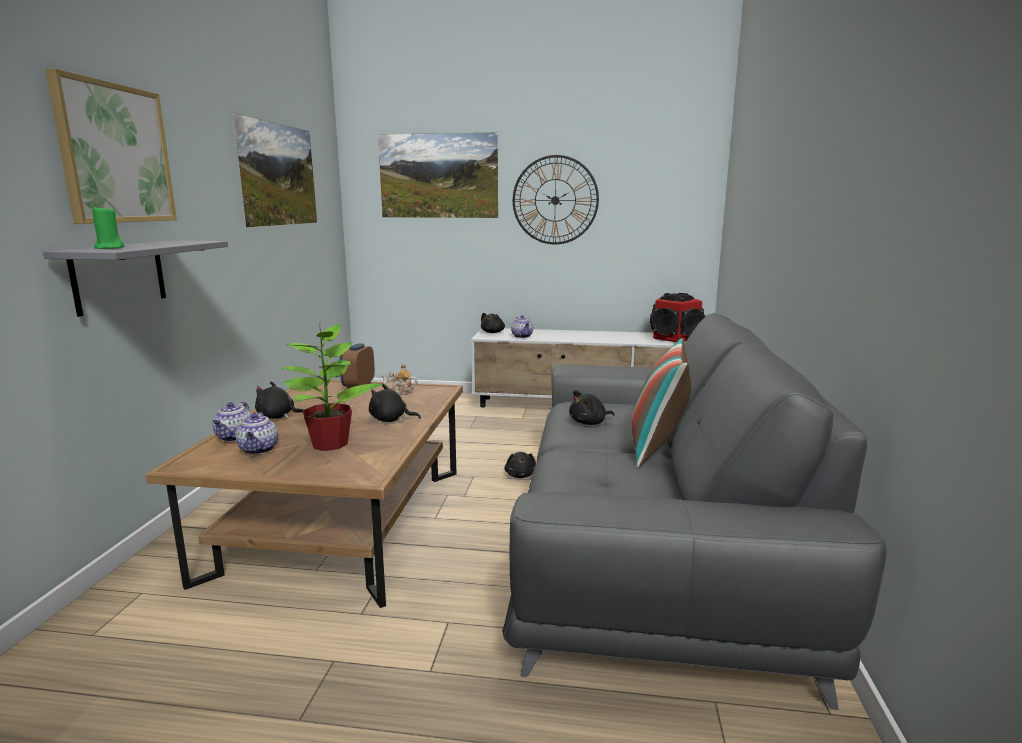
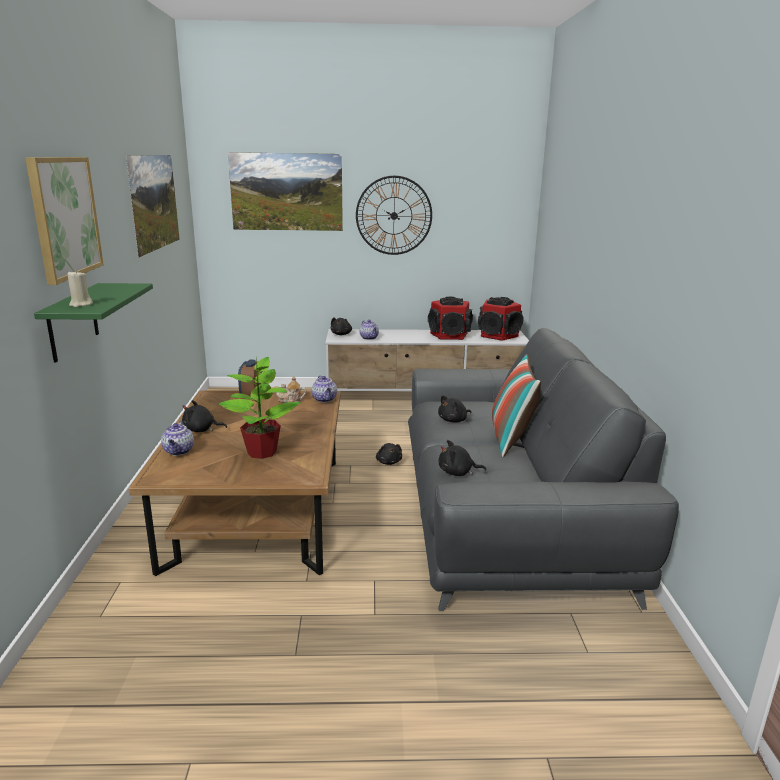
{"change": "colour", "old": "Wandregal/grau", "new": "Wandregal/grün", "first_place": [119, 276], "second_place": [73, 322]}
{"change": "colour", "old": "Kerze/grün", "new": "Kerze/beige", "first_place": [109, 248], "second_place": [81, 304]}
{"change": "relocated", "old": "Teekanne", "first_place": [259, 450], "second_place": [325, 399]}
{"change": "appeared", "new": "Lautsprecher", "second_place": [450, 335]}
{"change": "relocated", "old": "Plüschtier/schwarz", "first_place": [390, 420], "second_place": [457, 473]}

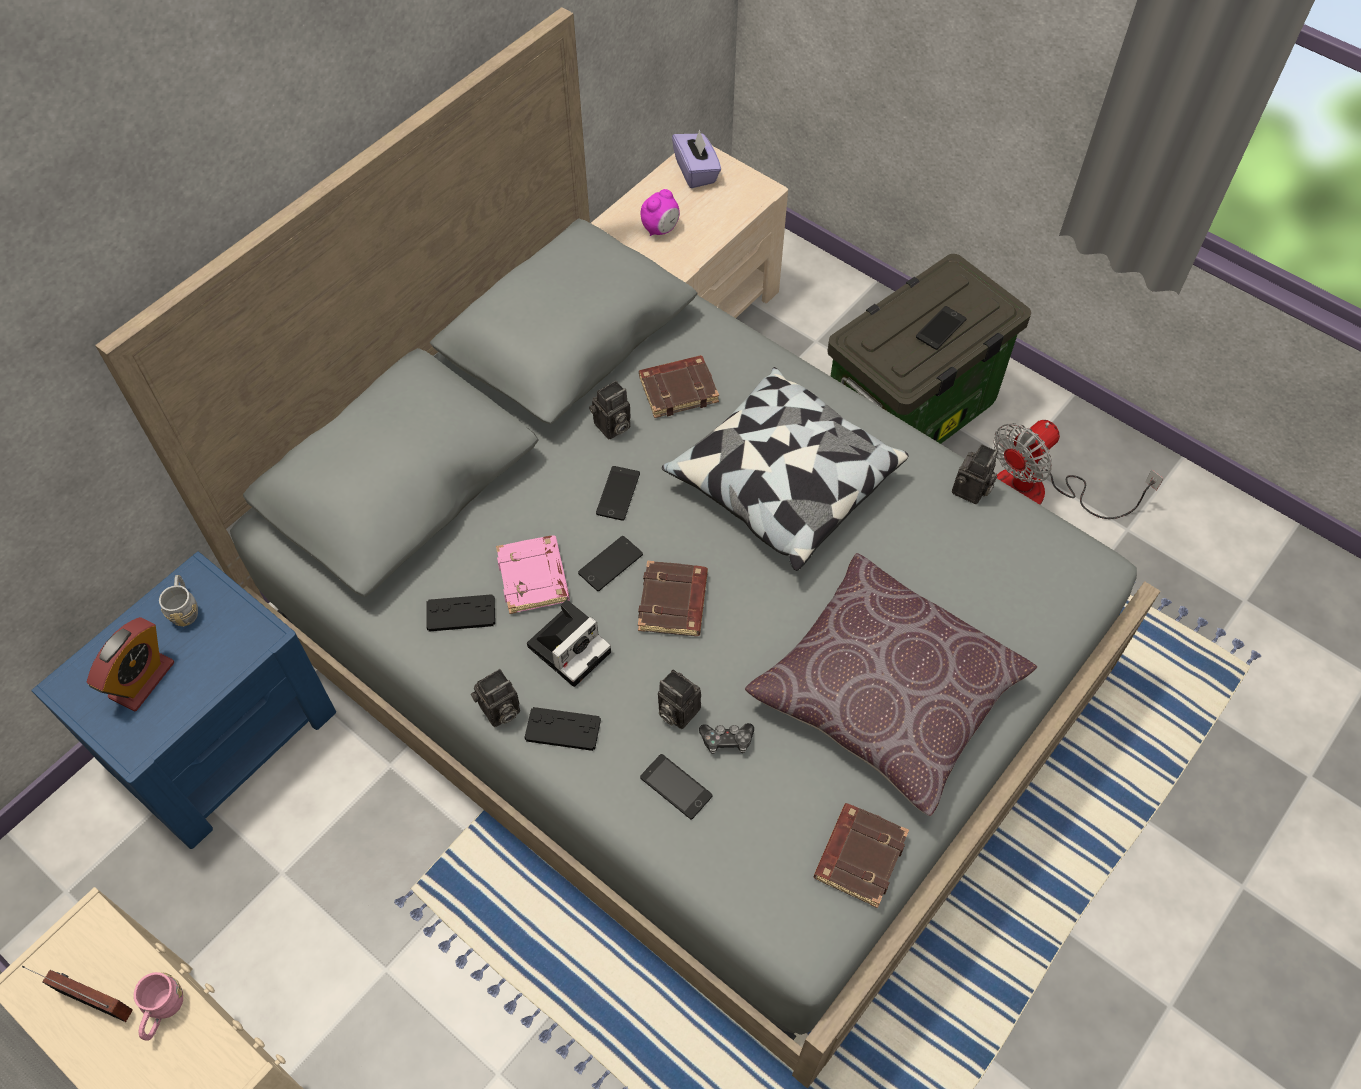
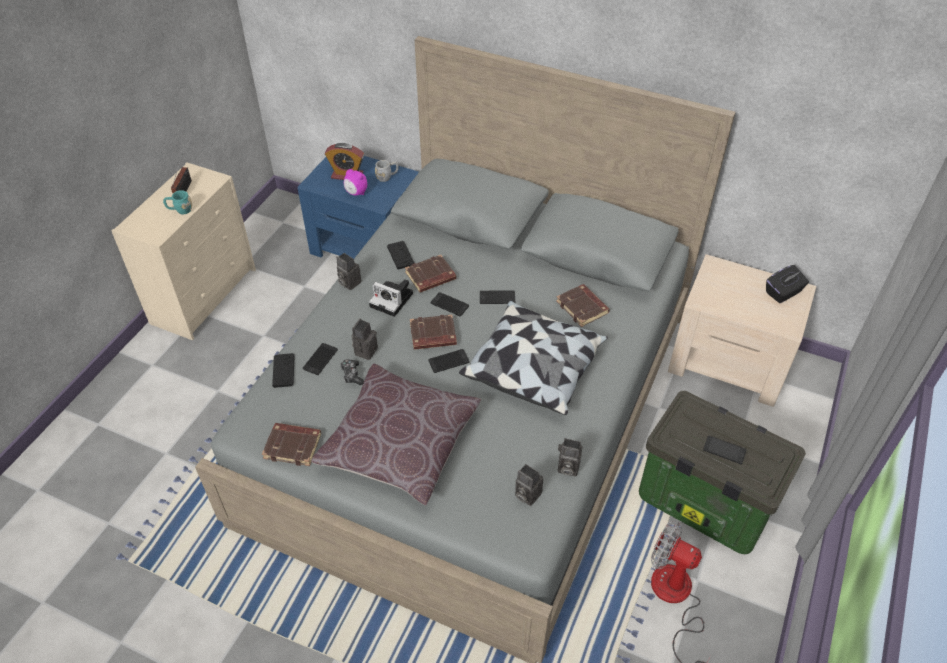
{"change": "colour", "old": "Henkelbecher/rosa", "new": "Henkelbecher/türkis", "first_place": [163, 1011], "second_place": [180, 210]}
{"change": "relocated", "old": "Gamepad/schwarz", "first_place": [563, 729], "second_place": [283, 371]}
{"change": "relocated", "old": "Wecker", "first_place": [661, 229], "second_place": [356, 193]}
{"change": "colour", "old": "Buch/rosa", "new": "Buch/braun", "first_place": [534, 578], "second_place": [430, 277]}
{"change": "appeared", "new": "Handy", "second_place": [448, 361]}
{"change": "relocated", "old": "Kamera", "first_place": [612, 427], "second_place": [526, 494]}
{"change": "colour", "old": "Taschentuchbox/lila", "new": "Taschentuchbox/schwarz", "first_place": [696, 172], "second_place": [783, 293]}

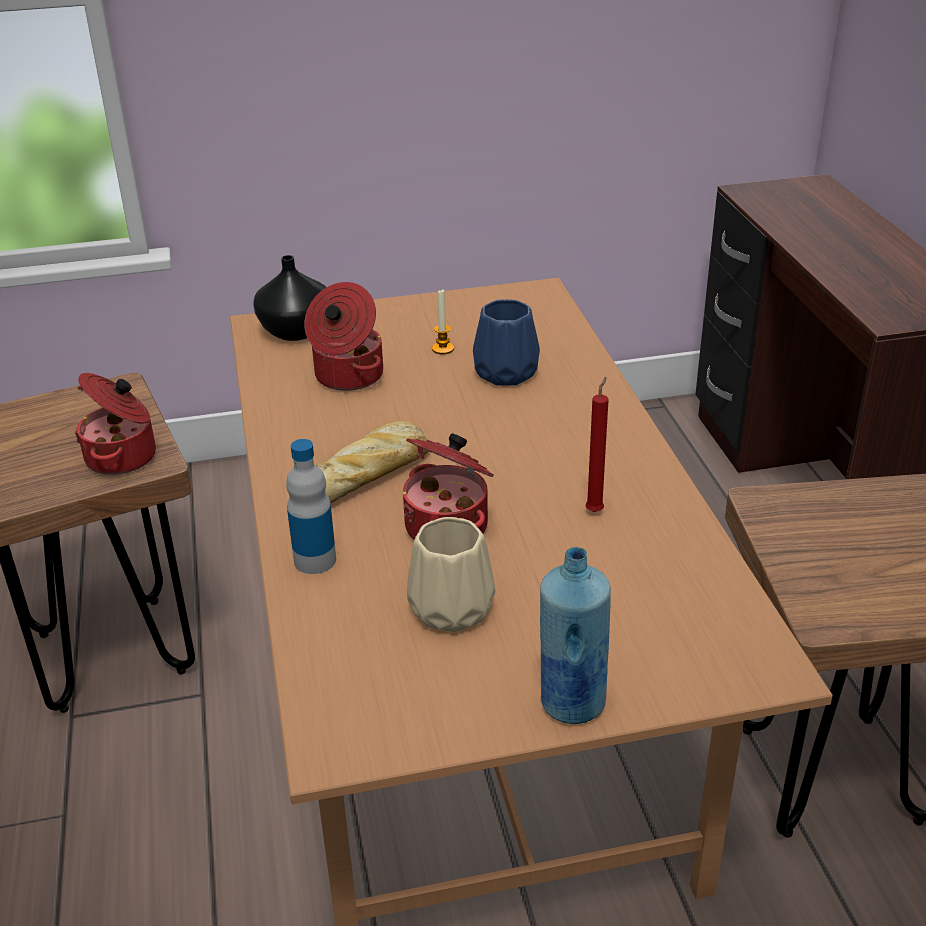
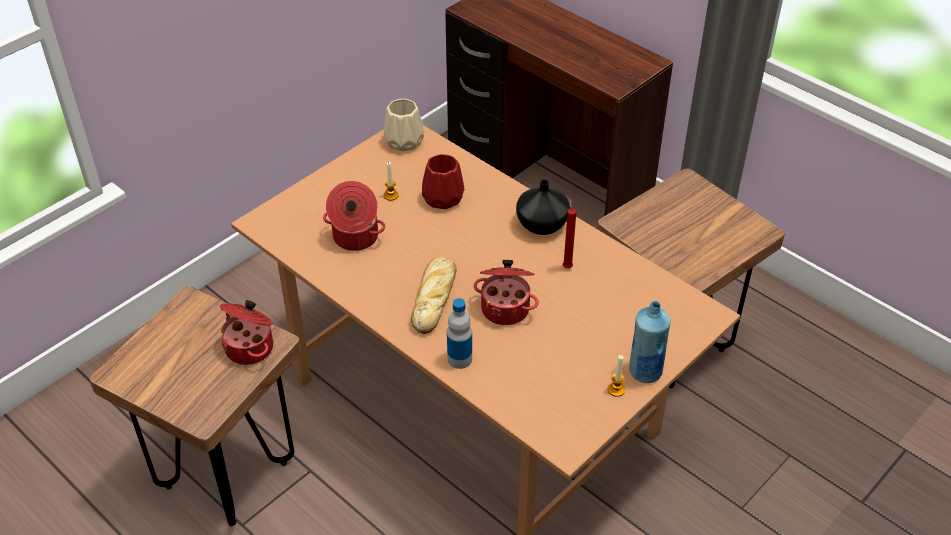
{"change": "relocated", "old": "Vase/beige", "first_place": [449, 609], "second_place": [403, 142]}
{"change": "colour", "old": "Vase/blau", "new": "Vase/rot", "first_place": [504, 374], "second_place": [443, 199]}
{"change": "relocated", "old": "Vase/schwarz", "first_place": [294, 331], "second_place": [541, 225]}
{"change": "appeared", "new": "Kerze", "second_place": [616, 389]}

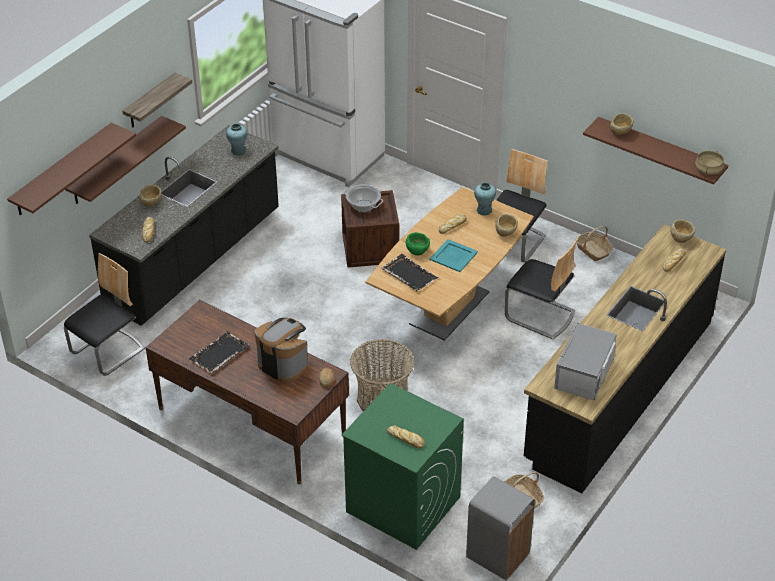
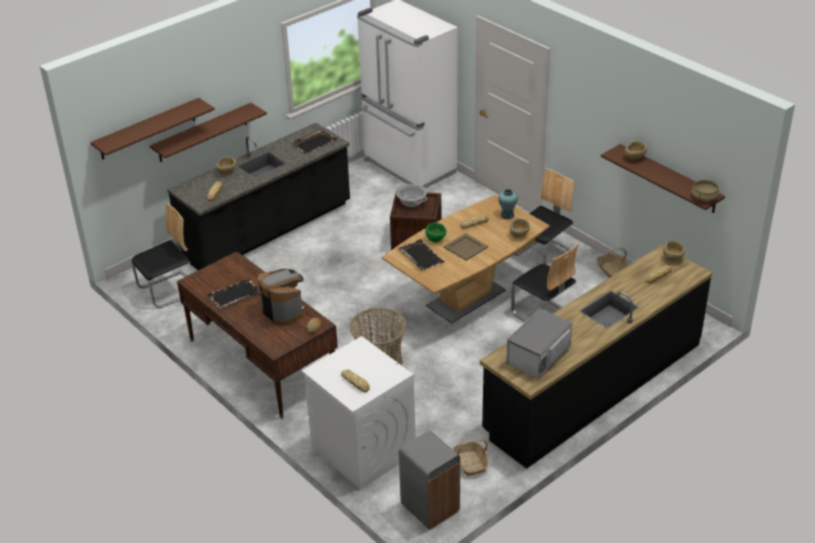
{"change": "exchanged", "old": "Vase/türkis", "new": "Tablett/schwarz", "first_place": [238, 151], "second_place": [314, 142]}
{"change": "colour", "old": "Waschmaschine/grün", "new": "Waschmaschine/weiß", "first_place": [402, 504], "second_place": [362, 450]}
{"change": "colour", "old": "Tablett/türkis", "new": "Tablett/beige", "first_place": [453, 256], "second_place": [465, 247]}
{"change": "missing", "old": "Wandregal", "first_place": [150, 101]}

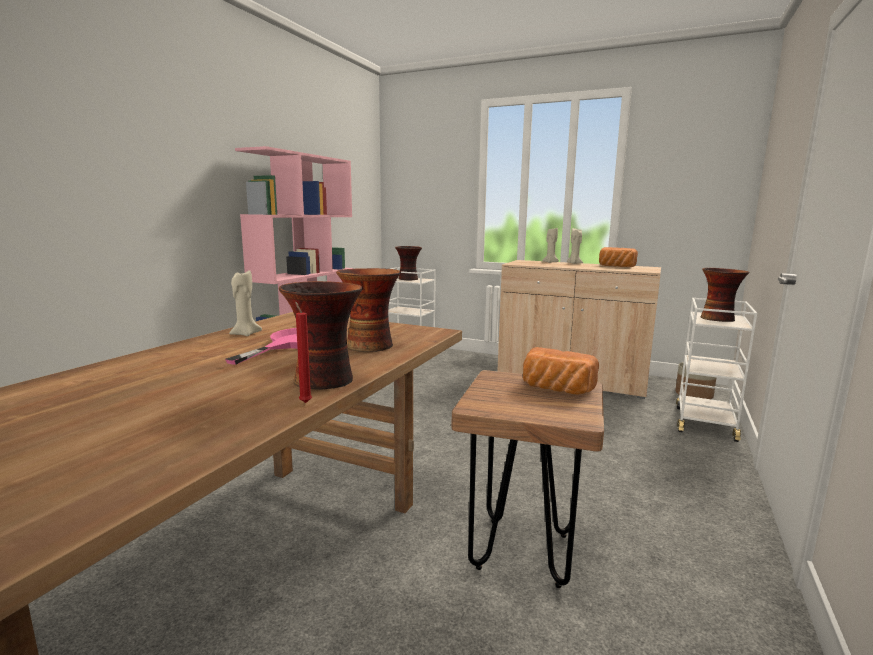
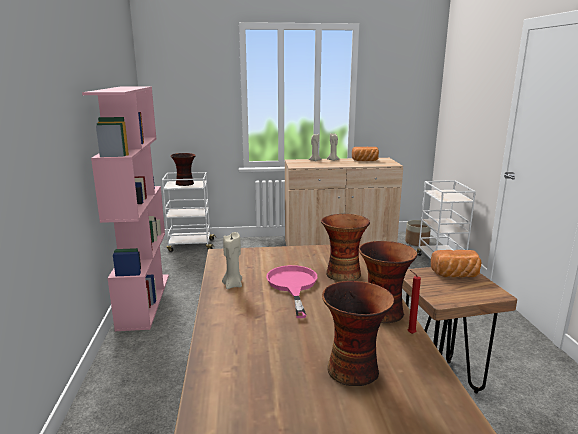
{"change": "relocated", "old": "Vase", "first_place": [718, 319], "second_place": [354, 369]}

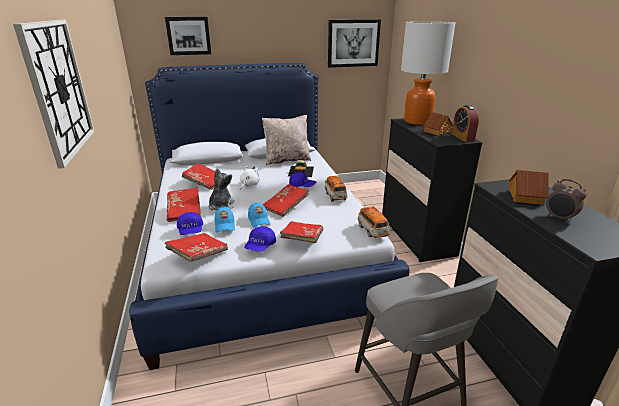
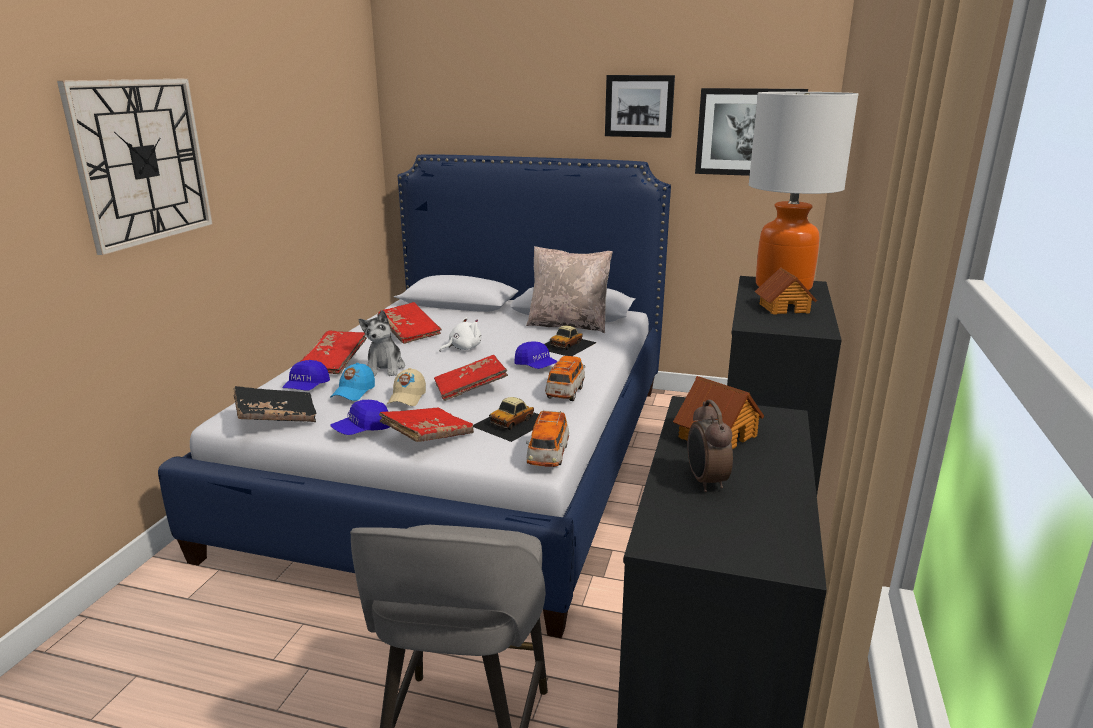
{"change": "colour", "old": "Buch/rot", "new": "Buch/schwarz", "first_place": [198, 254], "second_place": [276, 417]}
{"change": "spun", "old": "Plüschtier", "first_place": [221, 206], "second_place": [385, 368], "degrees": 135}
{"change": "colour", "old": "Kappe/blau", "new": "Kappe/beige", "first_place": [259, 220], "second_place": [407, 398]}
{"change": "appeared", "new": "Spielzeugauto", "second_place": [512, 422]}
{"change": "relocated", "old": "Bild", "first_place": [188, 36], "second_place": [639, 106]}
{"change": "missing", "old": "Wecker", "first_place": [463, 137]}

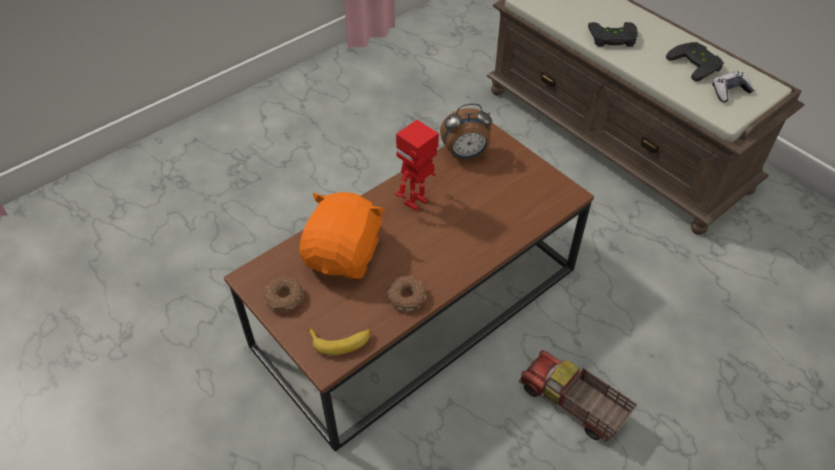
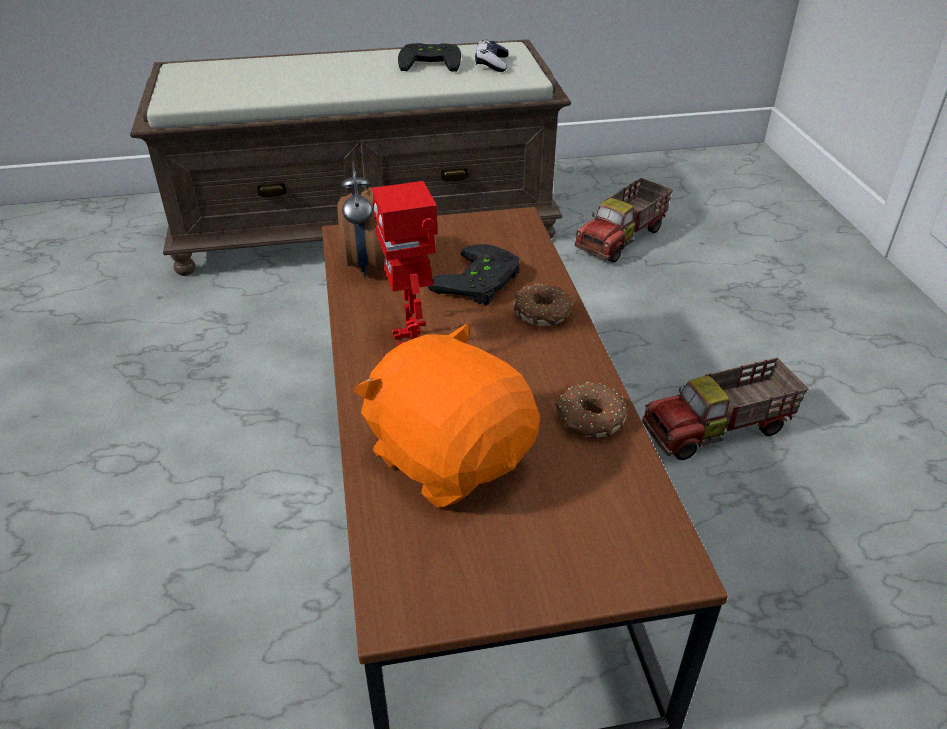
{"change": "spun", "old": "Wecker", "first_place": [465, 155], "second_place": [366, 266], "degrees": 150}
{"change": "relocated", "old": "Gamepad/schwarz", "first_place": [612, 39], "second_place": [481, 282]}
{"change": "relocated", "old": "Donut", "first_place": [285, 299], "second_place": [544, 313]}
{"change": "appeared", "new": "Spielzeuglaster", "second_place": [622, 239]}
{"change": "missing", "old": "Banane", "first_place": [341, 341]}

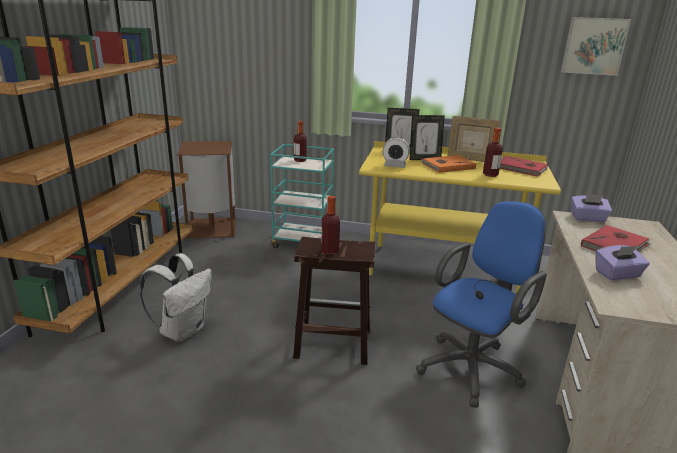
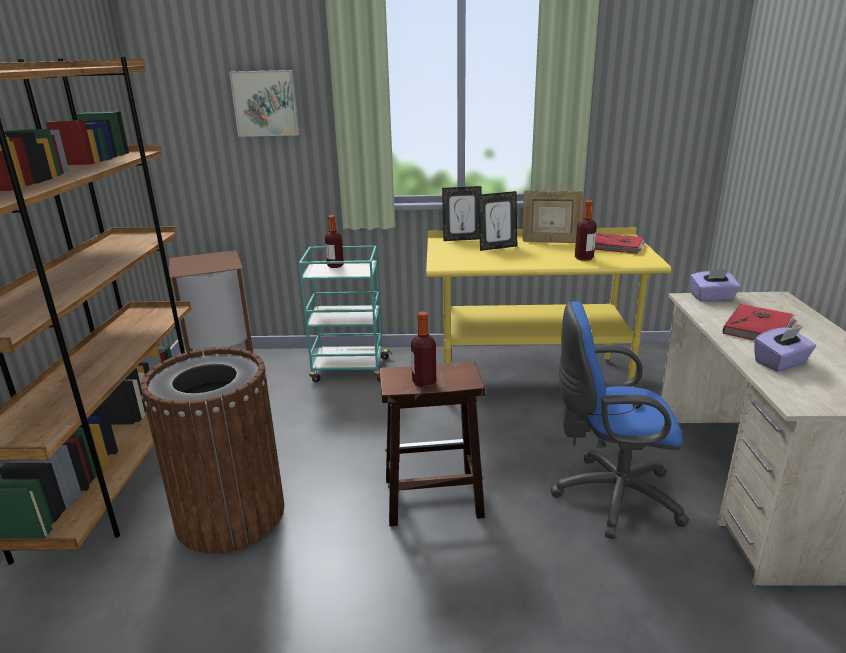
{"change": "exchanged", "old": "Rucksack/weiß", "new": "Mülleimer/braun", "first_place": [183, 330], "second_place": [230, 514]}
{"change": "relocated", "old": "Bild", "first_place": [593, 46], "second_place": [266, 103]}
{"change": "spun", "old": "Bürostuhl/blau", "first_place": [473, 366], "second_place": [610, 496], "degrees": -120}
{"change": "missing", "old": "Wecker", "first_place": [394, 166]}
{"change": "missing", "old": "Buch/orange", "first_place": [447, 166]}

